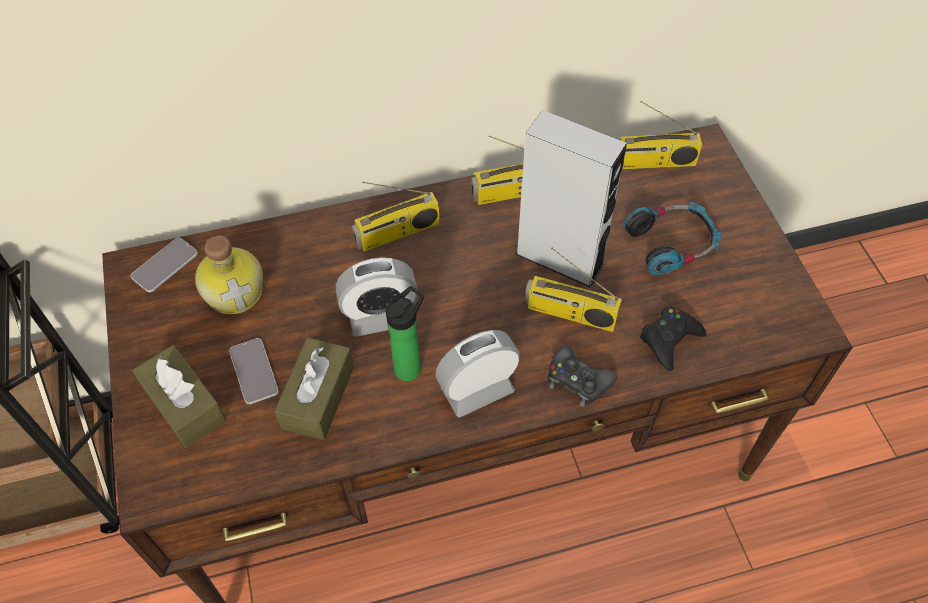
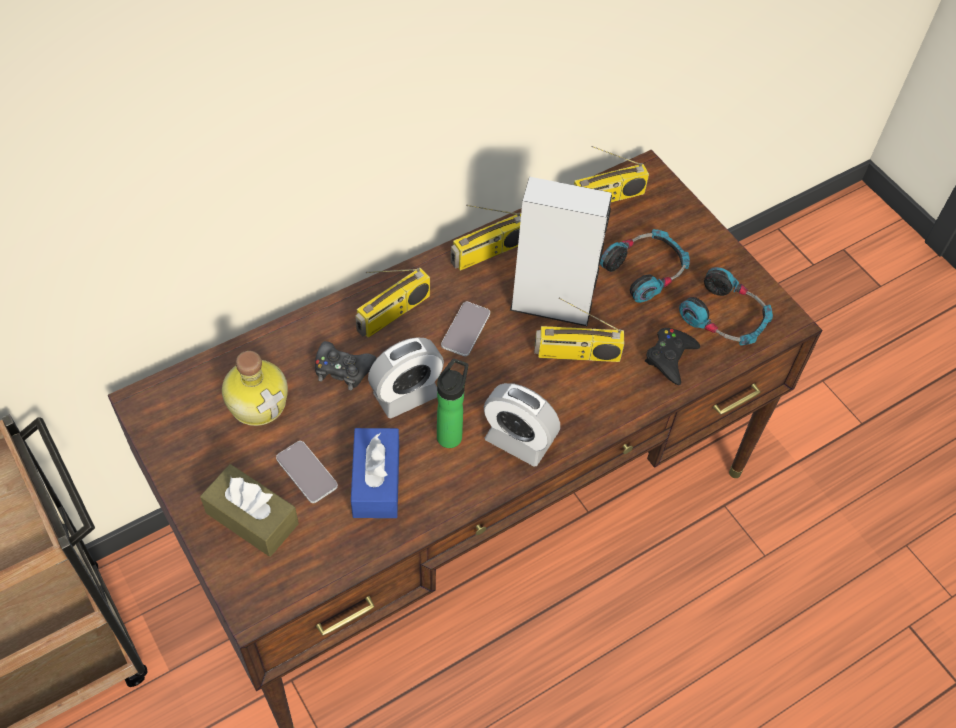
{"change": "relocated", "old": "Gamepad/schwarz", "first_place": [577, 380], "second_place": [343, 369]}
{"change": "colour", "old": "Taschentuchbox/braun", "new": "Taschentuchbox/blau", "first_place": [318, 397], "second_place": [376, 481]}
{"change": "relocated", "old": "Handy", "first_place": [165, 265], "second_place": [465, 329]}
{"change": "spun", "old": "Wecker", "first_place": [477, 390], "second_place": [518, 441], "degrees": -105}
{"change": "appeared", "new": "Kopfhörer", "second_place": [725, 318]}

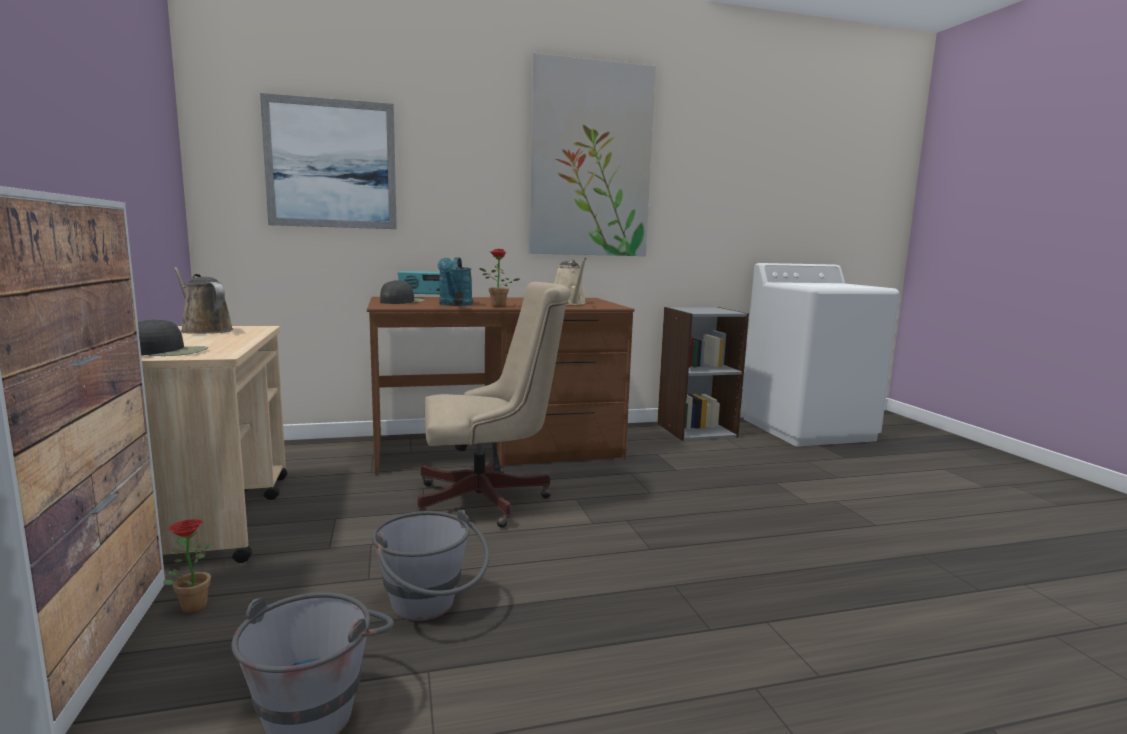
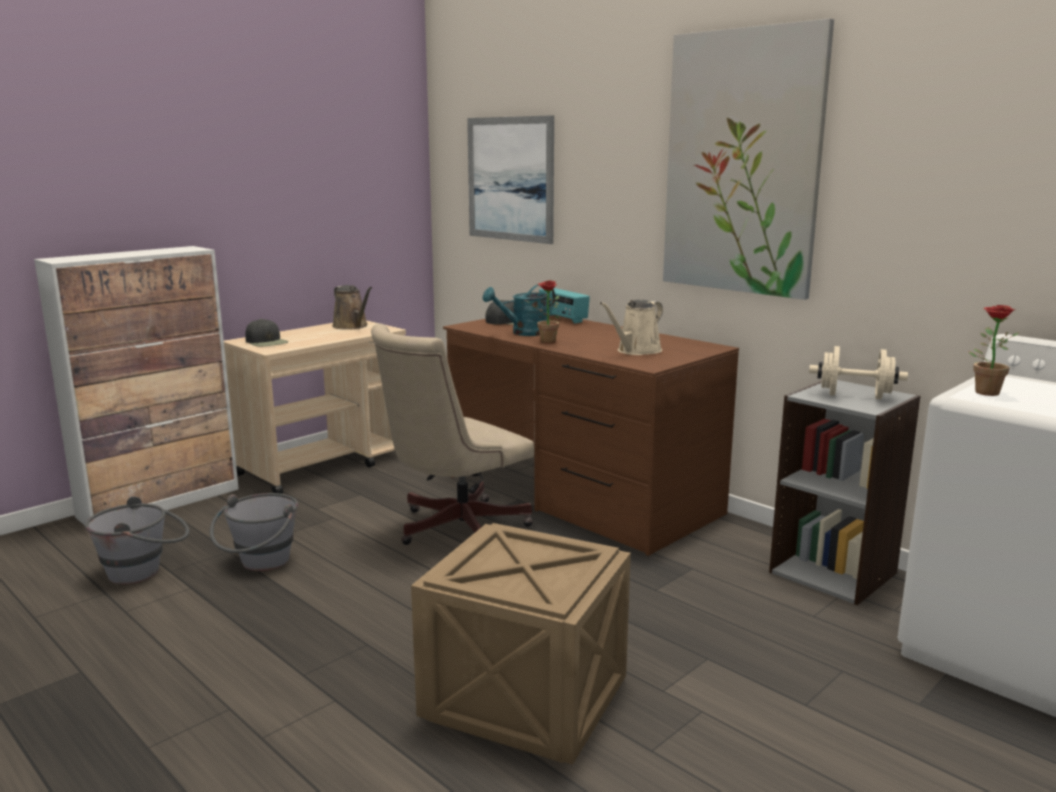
{"change": "spun", "old": "Gießkanne/braun", "first_place": [204, 330], "second_place": [352, 326], "degrees": 135}
{"change": "spun", "old": "Bürostuhl/beige", "first_place": [490, 500], "second_place": [453, 529], "degrees": 90}
{"change": "appeared", "new": "Kiste", "second_place": [522, 698]}
{"change": "appeared", "new": "Hantel/beige", "second_place": [854, 396]}
{"change": "relocated", "old": "Topfpflanze", "first_place": [191, 605], "second_place": [984, 391]}

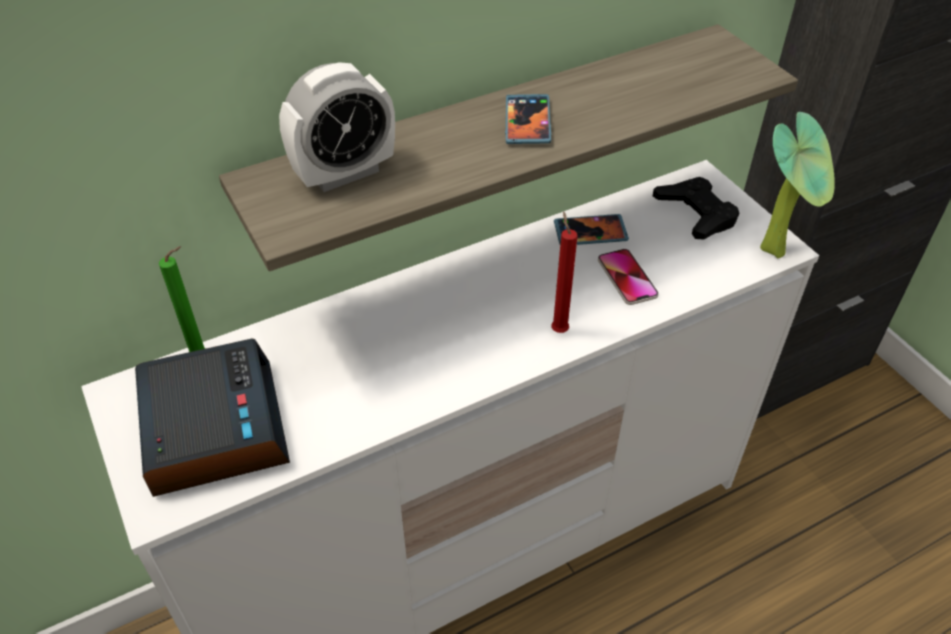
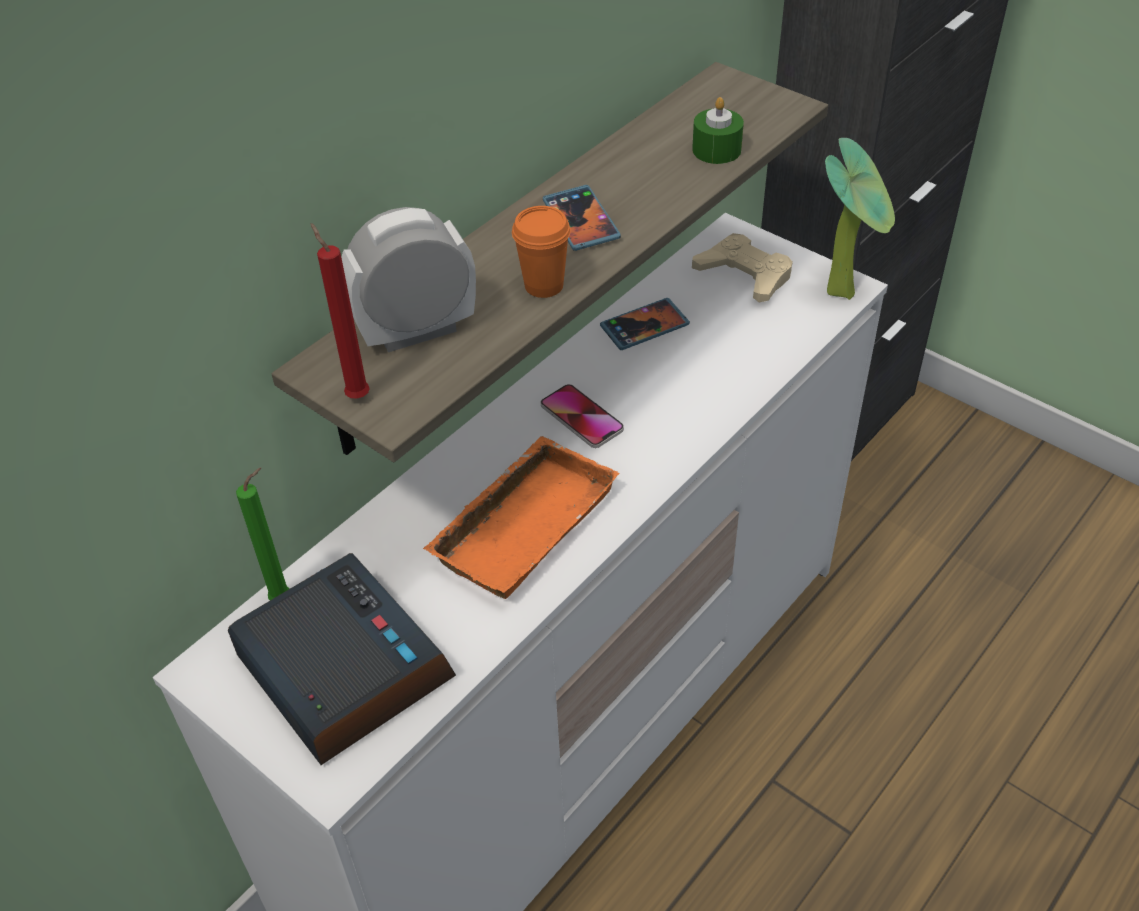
{"change": "relocated", "old": "Kerze/rot", "first_place": [558, 329], "second_place": [356, 395]}
{"change": "spun", "old": "Wecker", "first_place": [344, 173], "second_place": [416, 331], "degrees": -150}
{"change": "appeared", "new": "Tablett/orange", "second_place": [522, 522]}
{"change": "appeared", "new": "Tasse/orange", "second_place": [544, 285]}
{"change": "relocated", "old": "Handy", "first_place": [627, 278], "second_place": [581, 417]}
{"change": "appeared", "new": "Kerze/grün", "second_place": [716, 150]}
{"change": "colour", "old": "Gamepad/schwarz", "new": "Gamepad/beige", "first_place": [696, 213], "second_place": [744, 275]}

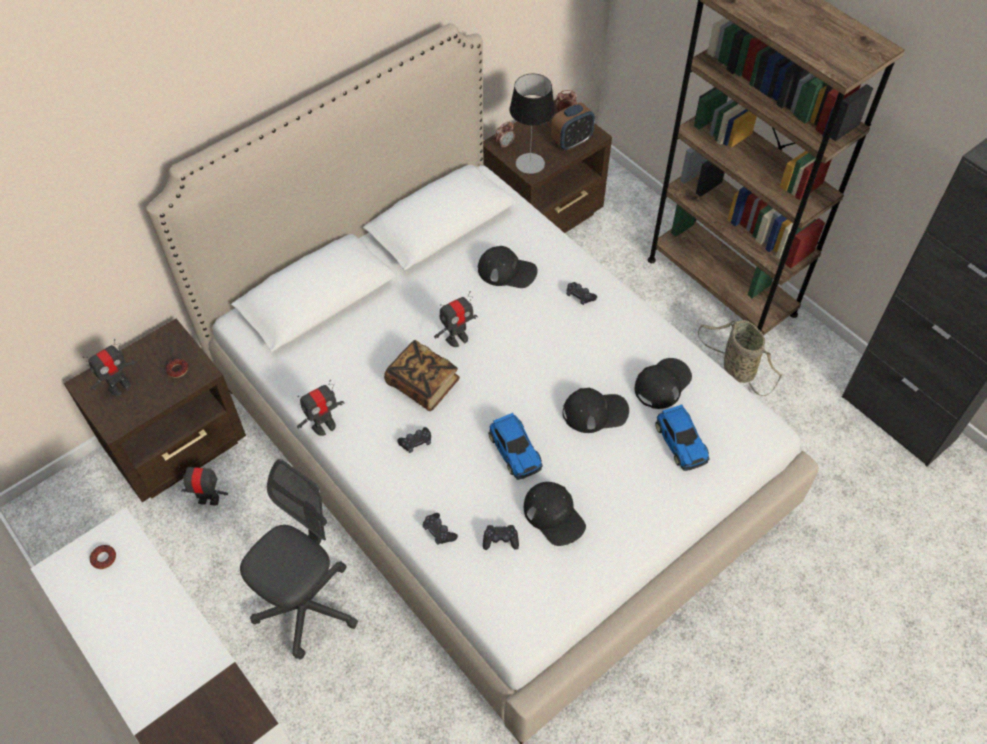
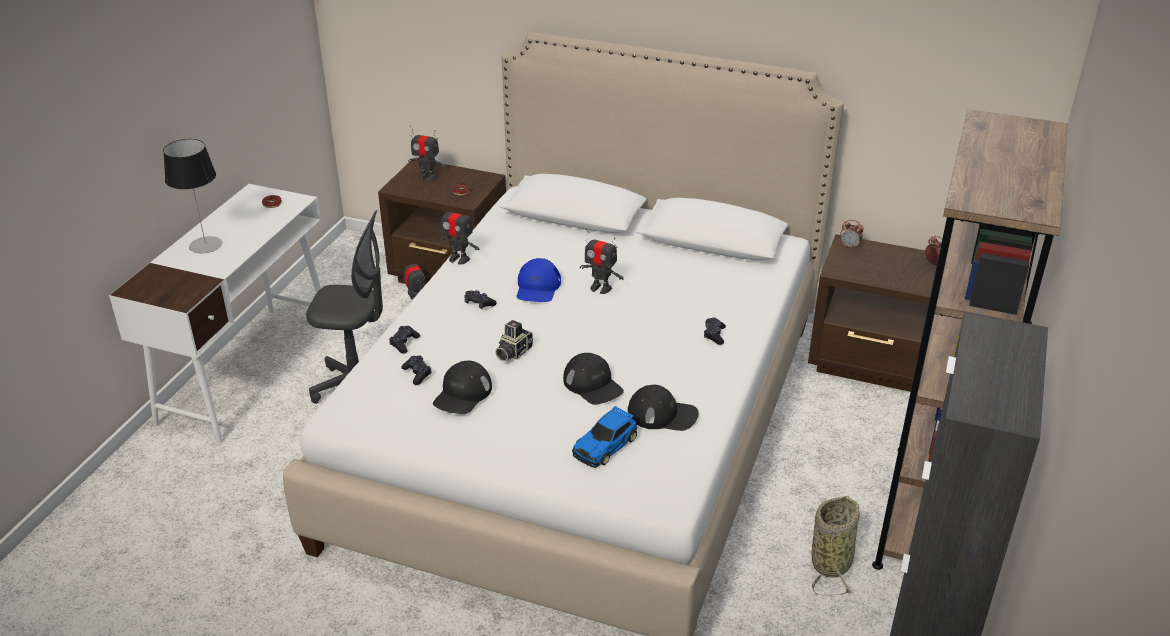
{"change": "relocated", "old": "Tischlampe", "first_place": [530, 163], "second_place": [205, 245]}
{"change": "exchanged", "old": "Spielzeugauto", "new": "Kamera", "first_place": [515, 449], "second_place": [512, 352]}
{"change": "exchanged", "old": "Buch", "new": "Kappe/blau", "first_place": [423, 384], "second_place": [537, 287]}
{"change": "missing", "old": "Kappe/schwarz", "first_place": [507, 271]}
{"change": "missing", "old": "Wecker", "first_place": [571, 142]}

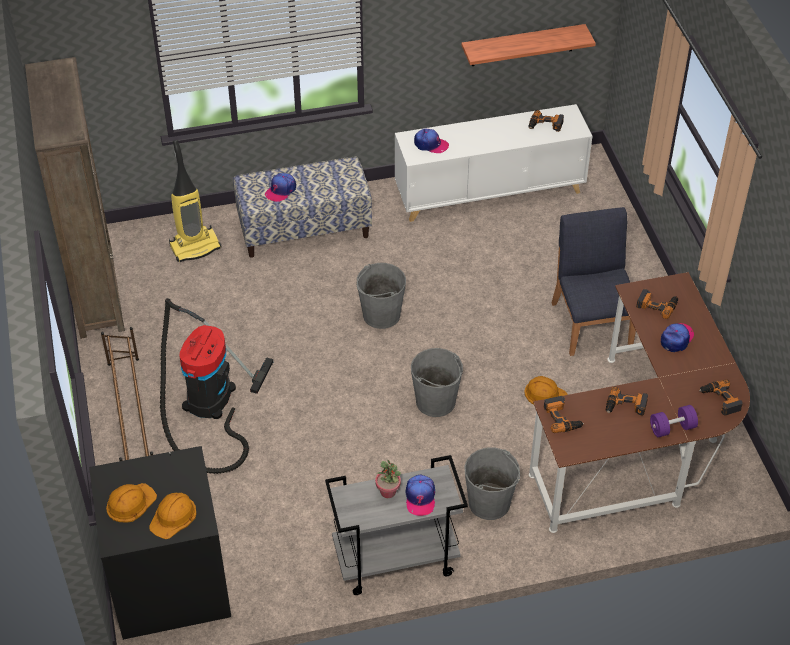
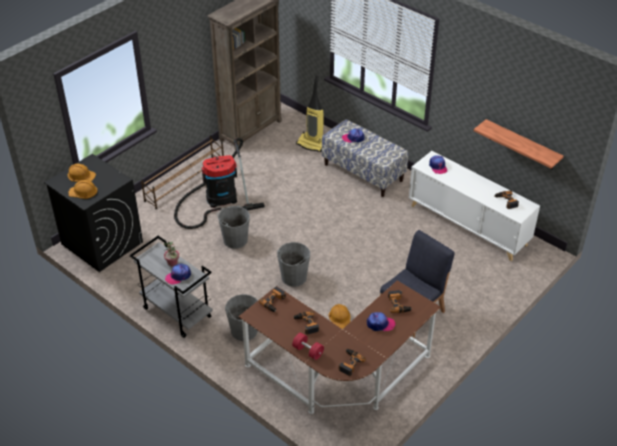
{"change": "relocated", "old": "Eimer/grau", "first_place": [381, 314], "second_place": [235, 240]}
{"change": "colour", "old": "Hantel/lila", "new": "Hantel/rot", "first_place": [672, 428], "second_place": [308, 351]}

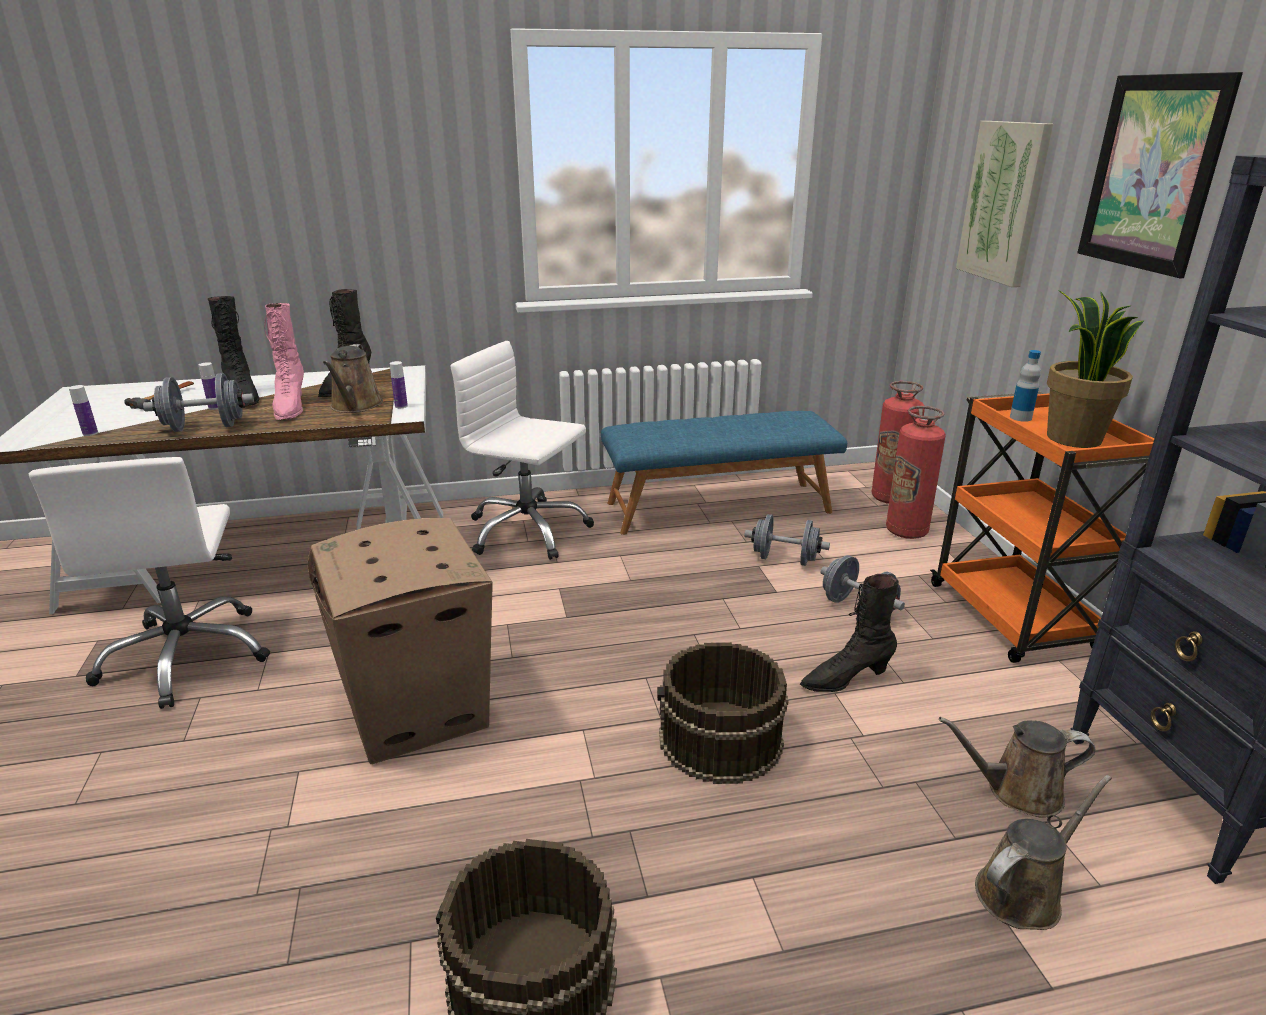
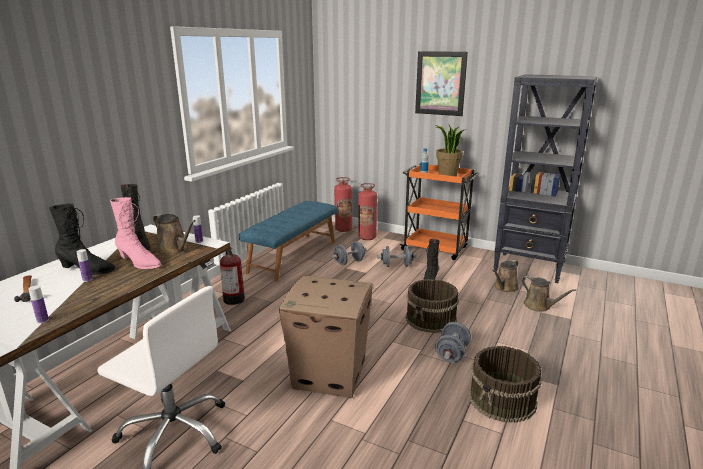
{"change": "exchanged", "old": "Bürostuhl/weiß", "new": "Feuerlöscher", "first_place": [527, 531], "second_place": [233, 298]}
{"change": "relocated", "old": "Hantel/grau", "first_place": [205, 427], "second_place": [452, 354]}
{"change": "spun", "old": "Gießkanne/braun", "first_place": [1023, 892], "second_place": [539, 306], "degrees": 135}
{"change": "missing", "old": "Bild", "first_place": [1004, 202]}

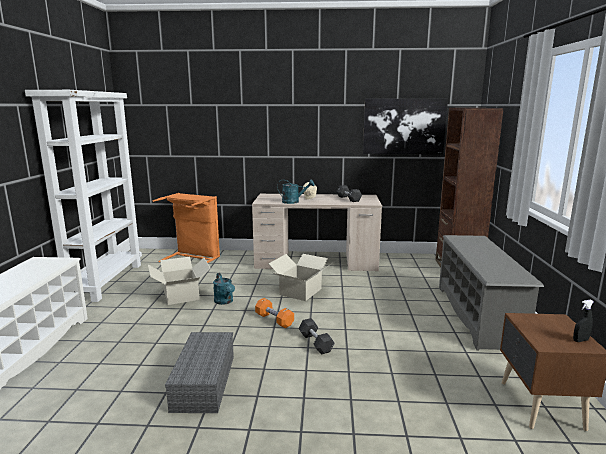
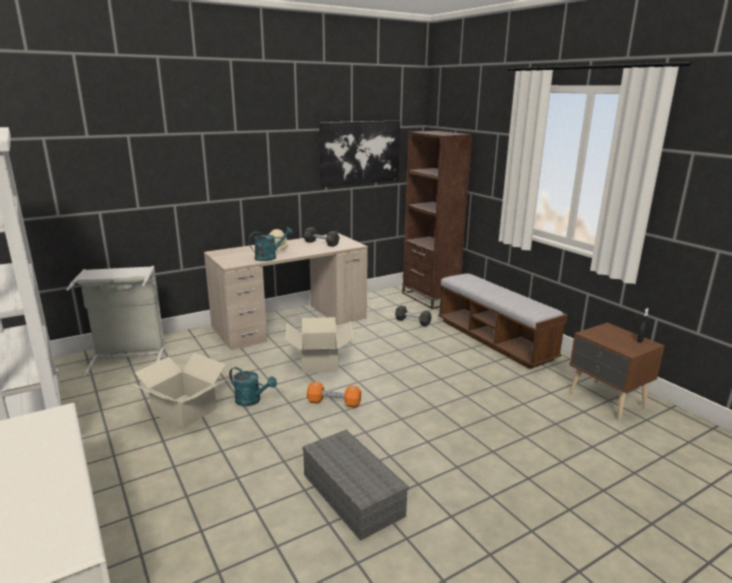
{"change": "colour", "old": "Wäschekorb/orange", "new": "Wäschekorb/grau", "first_place": [193, 258], "second_place": [128, 357]}
{"change": "relocated", "old": "Hantel/schwarz", "first_place": [315, 343], "second_place": [412, 321]}
{"change": "exchanged", "old": "Schuhregal/grau", "new": "Bank", "first_place": [478, 315], "second_place": [494, 339]}

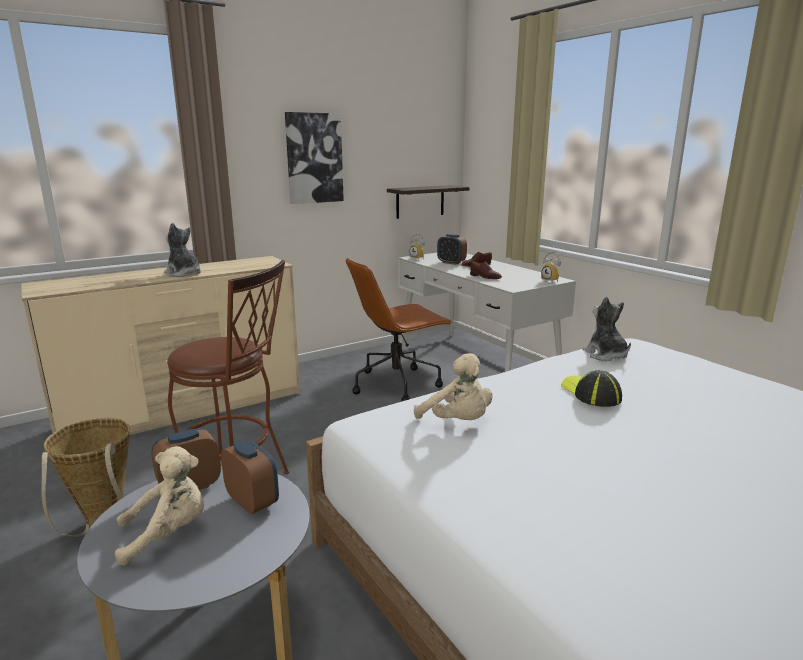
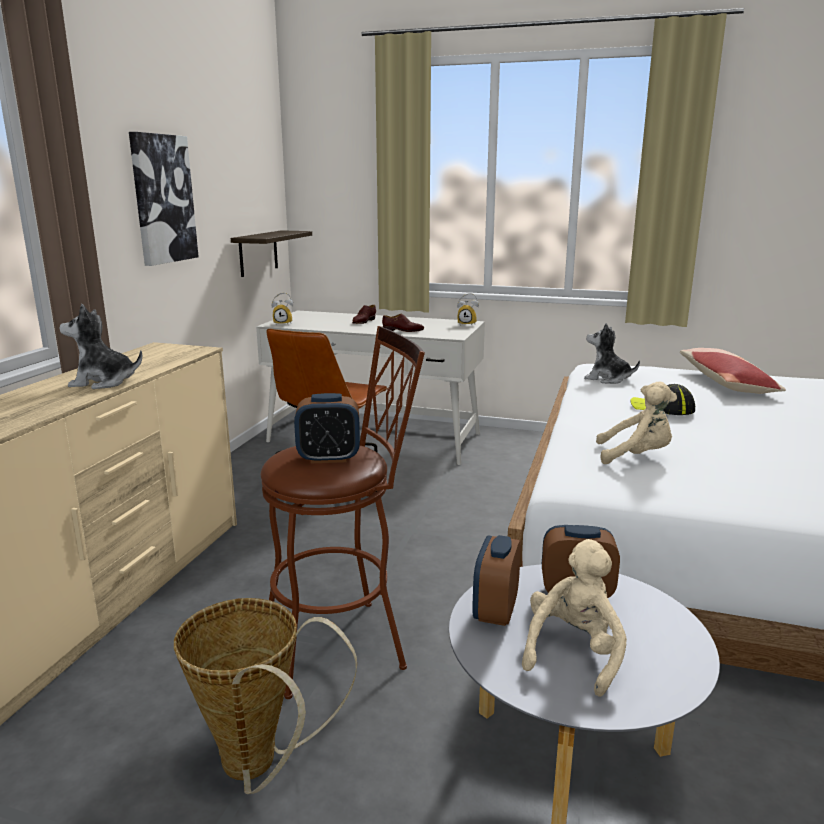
{"change": "relocated", "old": "Wecker", "first_place": [451, 263], "second_place": [329, 458]}
{"change": "appeared", "new": "Kissen", "second_place": [725, 383]}

